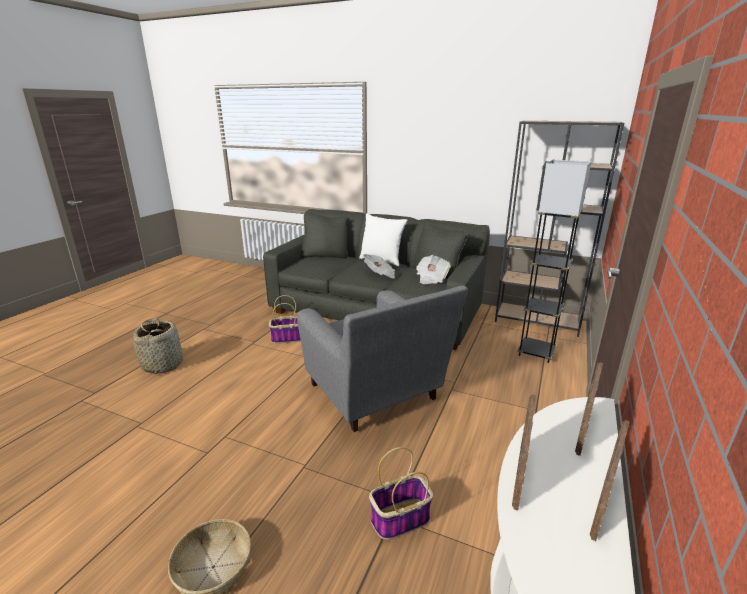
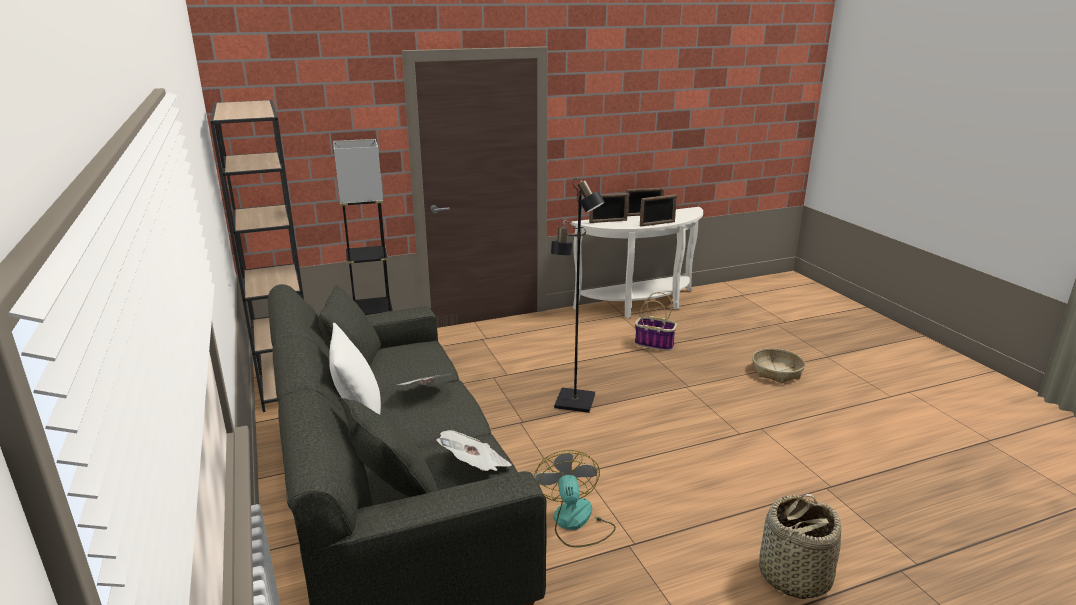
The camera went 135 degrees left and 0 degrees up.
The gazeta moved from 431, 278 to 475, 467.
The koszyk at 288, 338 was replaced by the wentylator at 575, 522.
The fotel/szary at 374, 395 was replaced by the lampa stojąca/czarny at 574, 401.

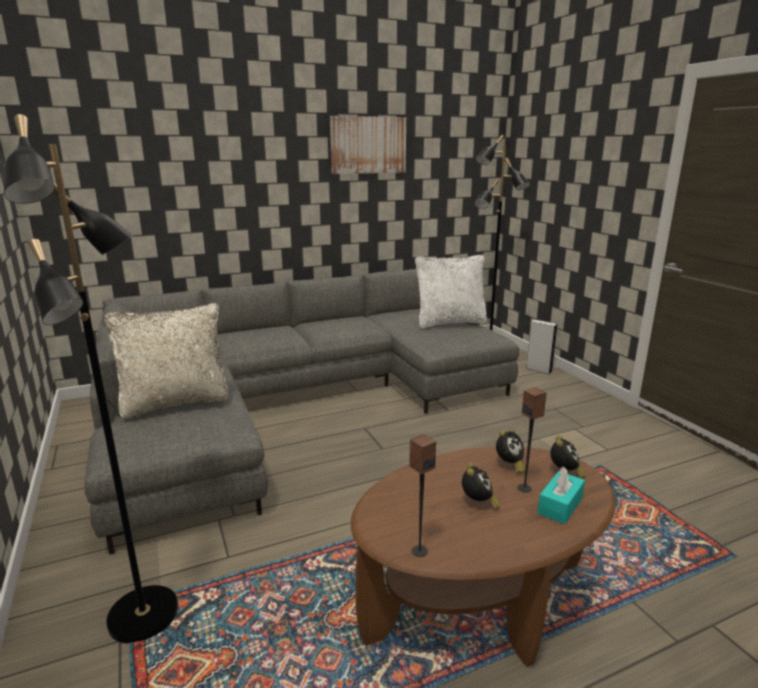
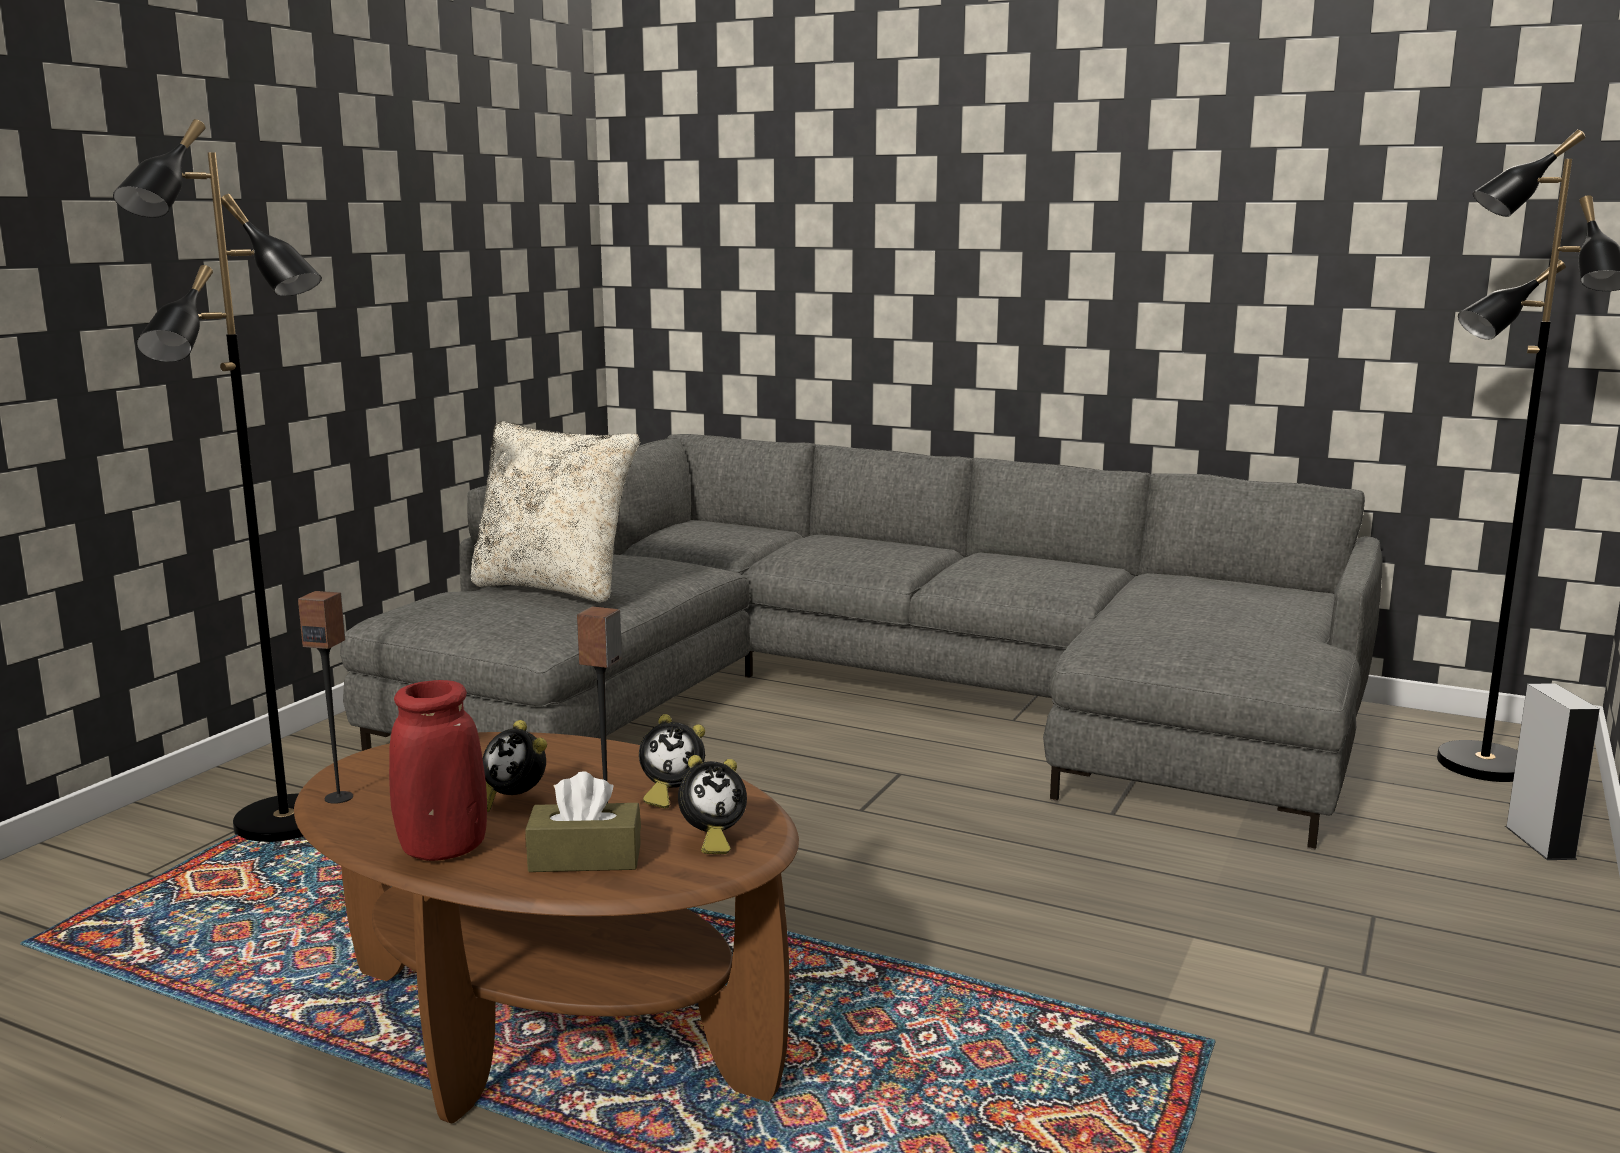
The camera went 50 degrees right and 5 degrees down.
The obraz at 368, 145 disappeared.
The poduszka/biały at 451, 323 disappeared.
The wazon/czerwony at 443, 850 appeared.
The pudełko chusteczek/turkusowy at 560, 506 became the pudełko chusteczek/brązowy at 585, 858.
The budzik at 478, 503 turned 75 degrees clockwise.

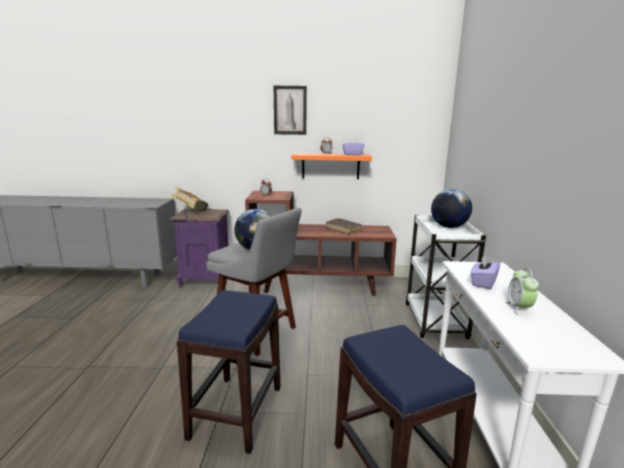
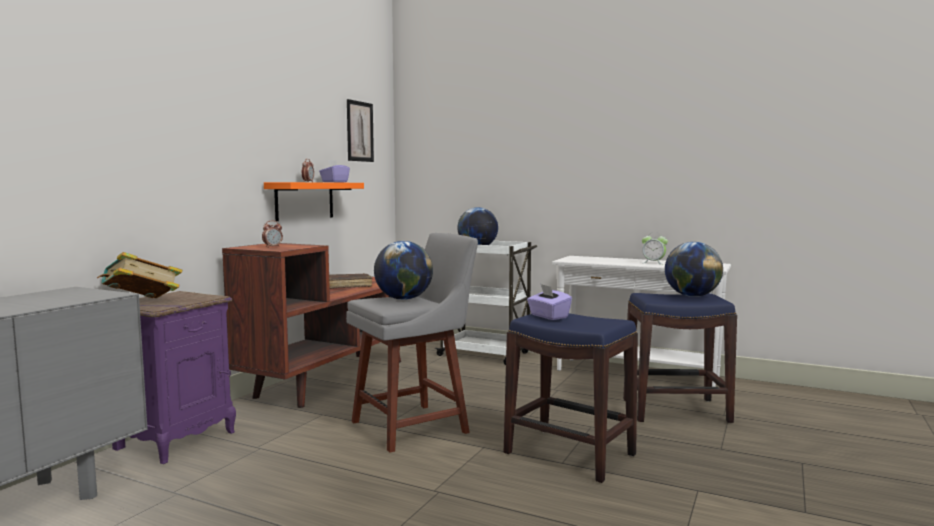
The camera went 65 degrees left and 10 degrees down.
The globus at 692, 296 appeared.
The obraz moved from 290, 110 to 359, 131.
The pudełko chusteczek/fioletowy moved from 483, 282 to 548, 316.

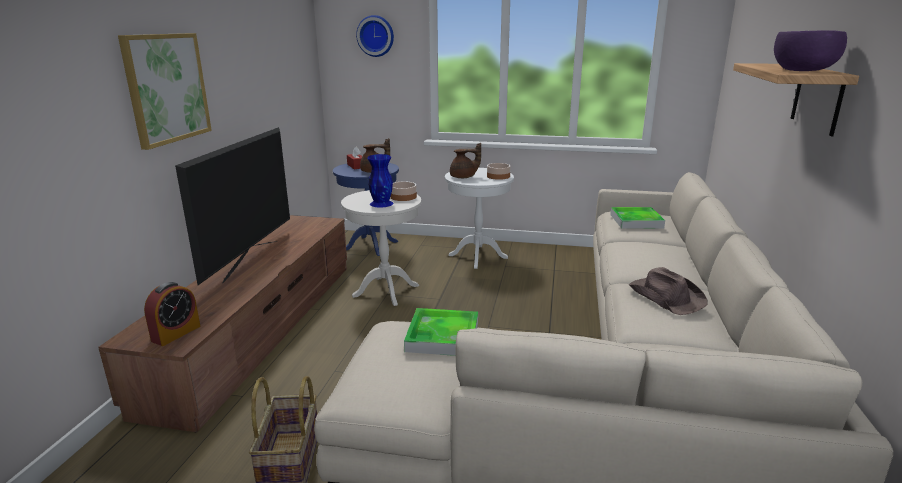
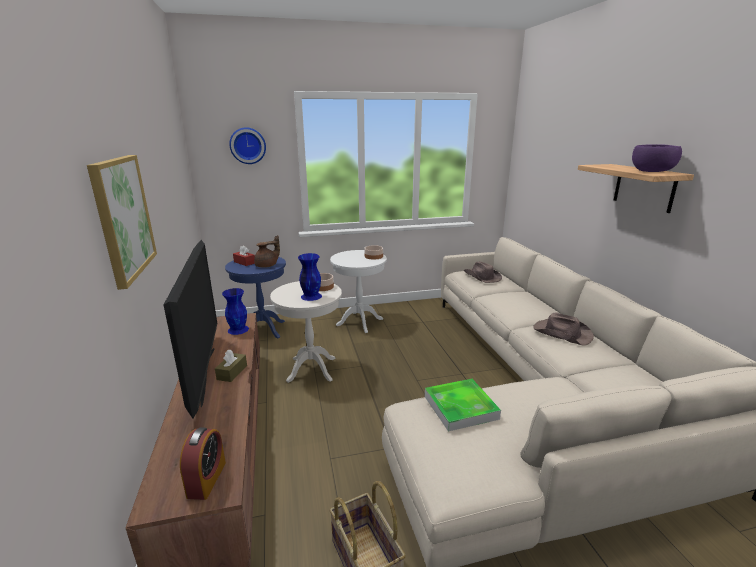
The camera went 25 degrees left and 0 degrees up.
The imbryk/brązowy at 464, 177 disappeared.
The pudełko chusteczek/brązowy at 232, 372 appeared.
The wazon/niebieski at 238, 329 appeared.
The taca at 636, 221 was replaced by the kapelusz/brązowy at 481, 277.

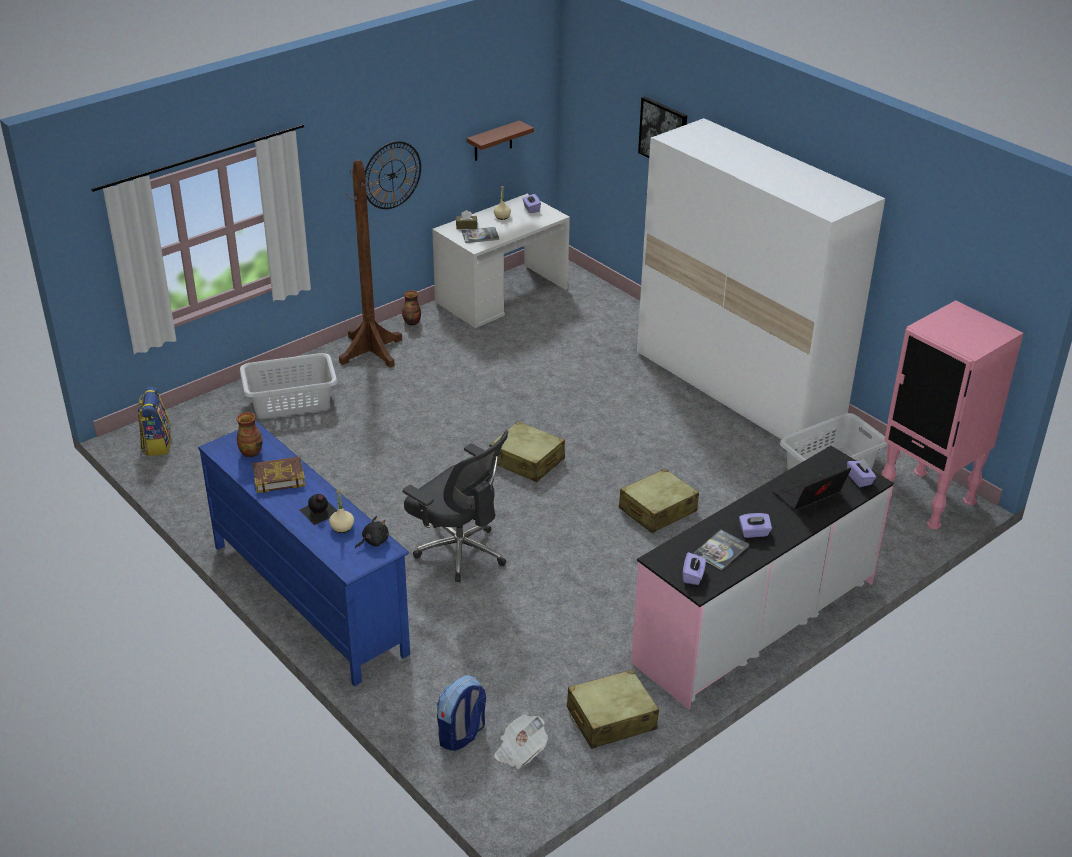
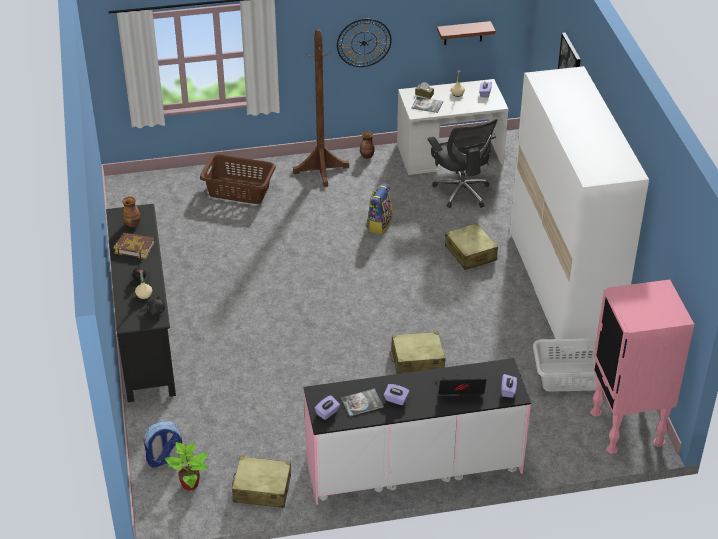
The camera went 30 degrees right and 5 degrees up.
The plecak moved from 157, 444 to 379, 224.
The krzesło biurowe moved from 458, 551 to 461, 191.
The walizka/beżowy moved from 527, 461 to 470, 253.
The gazeta at 520, 751 was replaced by the roślina doniczkowa at 190, 484.
The komoda/niebieski at 309, 598 became the komoda/czarny at 145, 334.
The kosz na pranie/szary at 290, 401 became the kosz na pranie/brązowy at 239, 190.

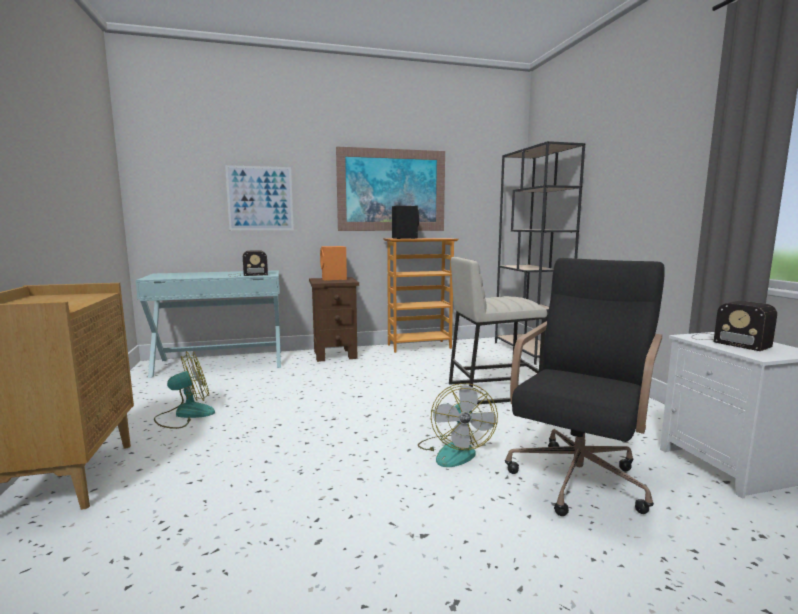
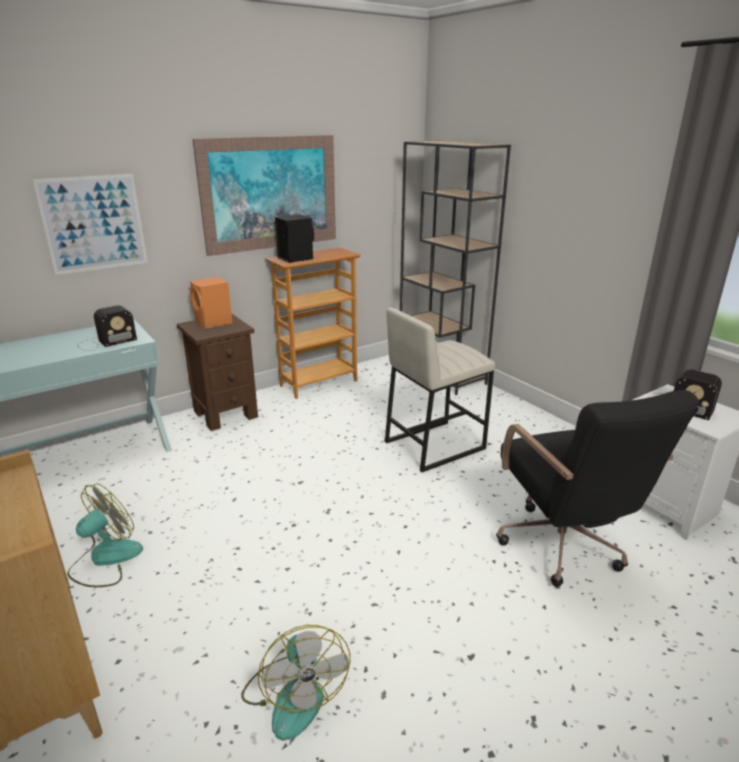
The camera went 20 degrees left and 15 degrees up.
The wentylator moved from 454, 451 to 294, 694.
The krzesło biurowe/czarny at 578, 478 turned 150 degrees clockwise.

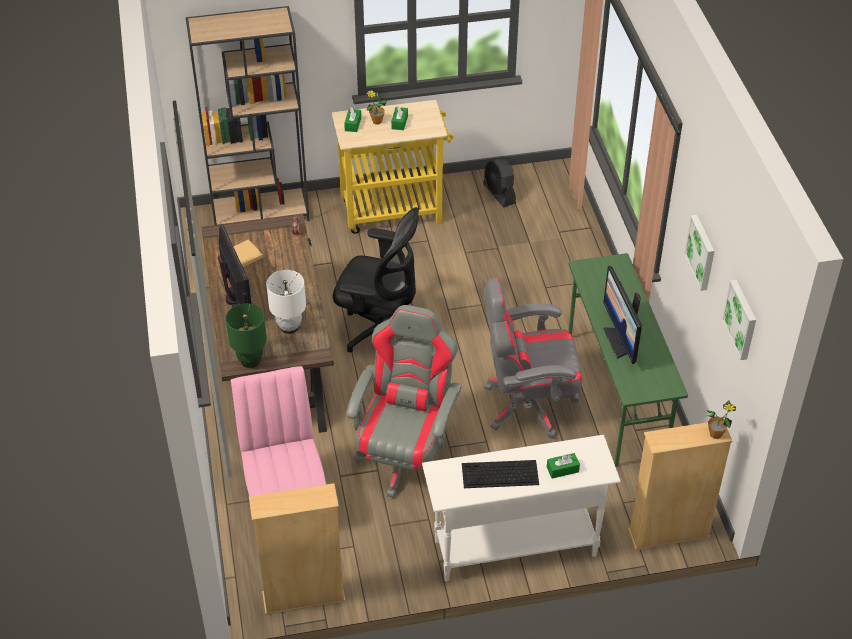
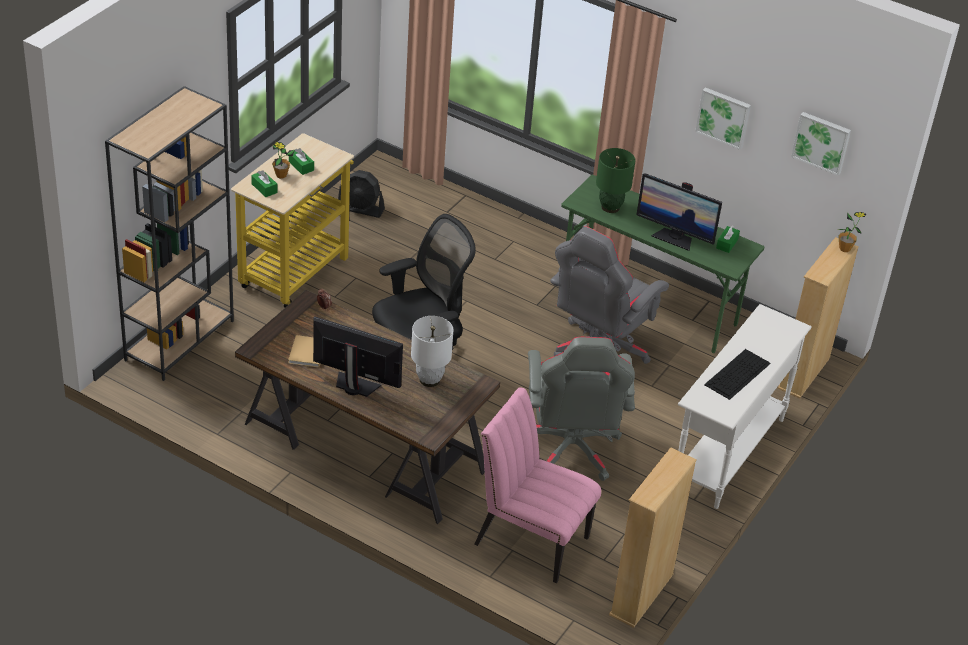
The camera went 50 degrees left and 5 degrees down.
The lampa stołowa/zielony moved from 250, 361 to 610, 207.
The pudełko chusteczek/zielony moved from 562, 469 to 727, 244.
The krzesło biurowe/szary at 405, 458 turned 150 degrees counterclockwise.

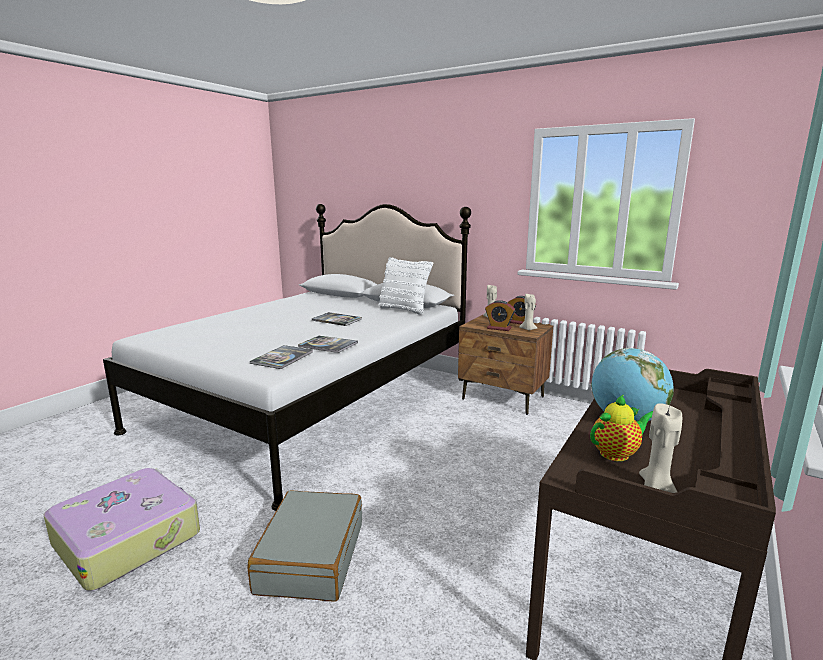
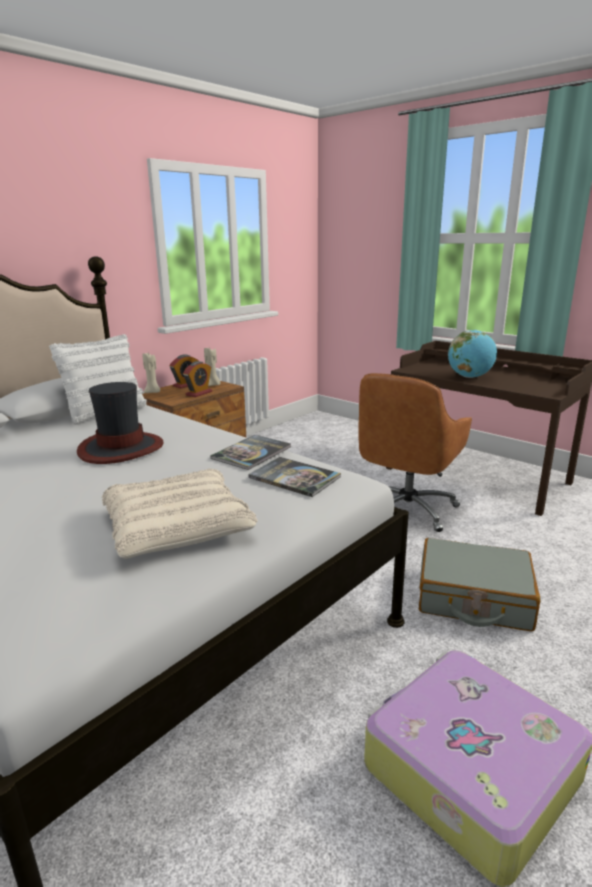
The camera went 80 degrees left and 5 degrees up.
The imbryk at 617, 453 disappeared.
The świeca/beżowy at 655, 487 disappeared.
The poduszka/beżowy at 178, 526 appeared.
The krzesło biurowe/brązowy at 406, 508 appeared.
The książka at 337, 320 was replaced by the kapelusz at 120, 448.

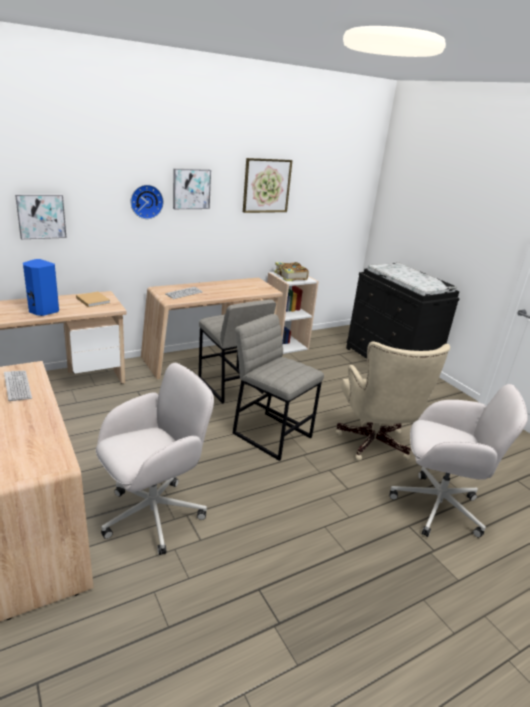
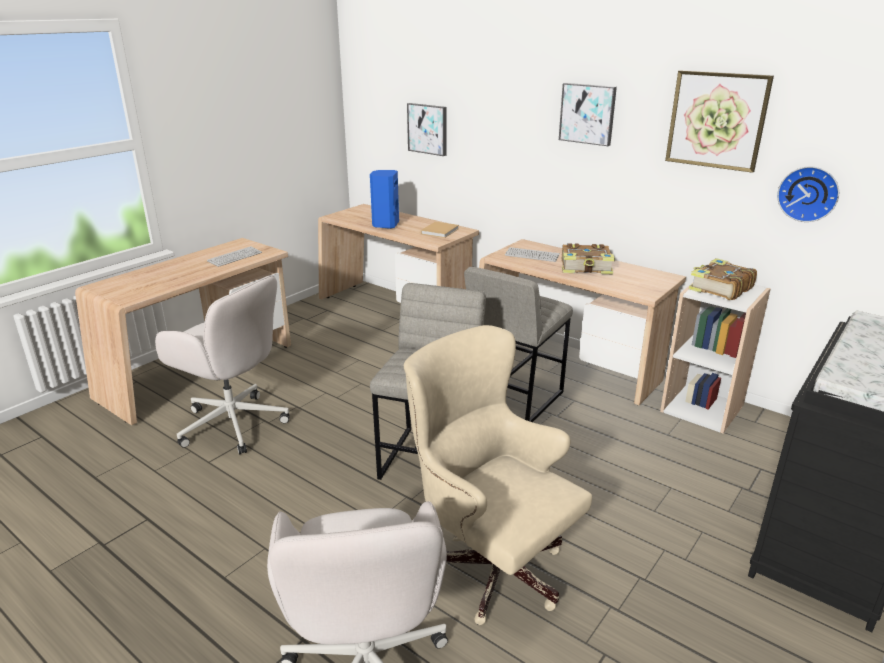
The camera went 70 degrees right and 0 degrees up.
The książka at 586, 267 appeared.
The zegar ścienny moved from 146, 201 to 808, 193.
The krzesło biurowe/beżowy at 374, 445 turned 75 degrees clockwise.

